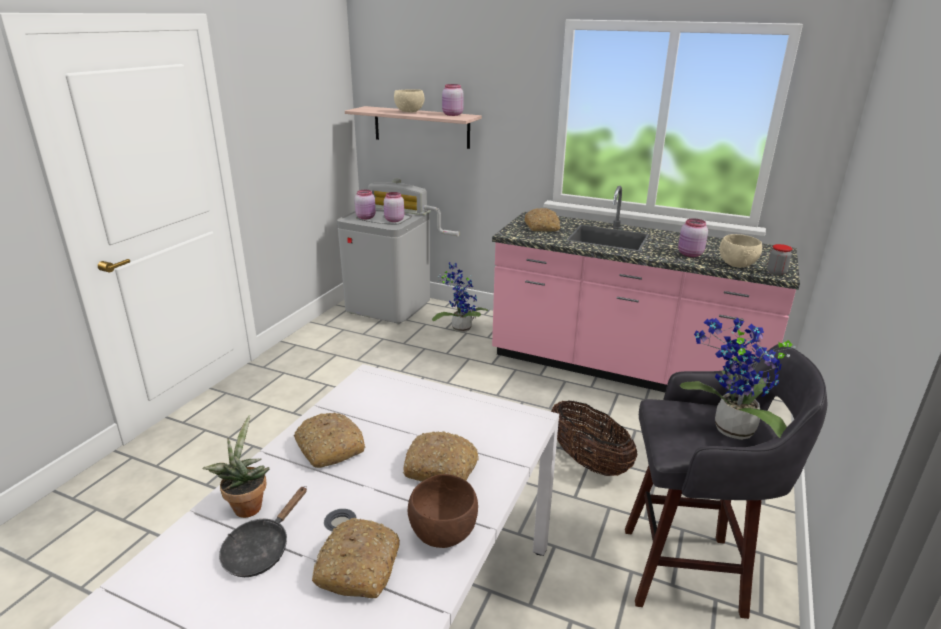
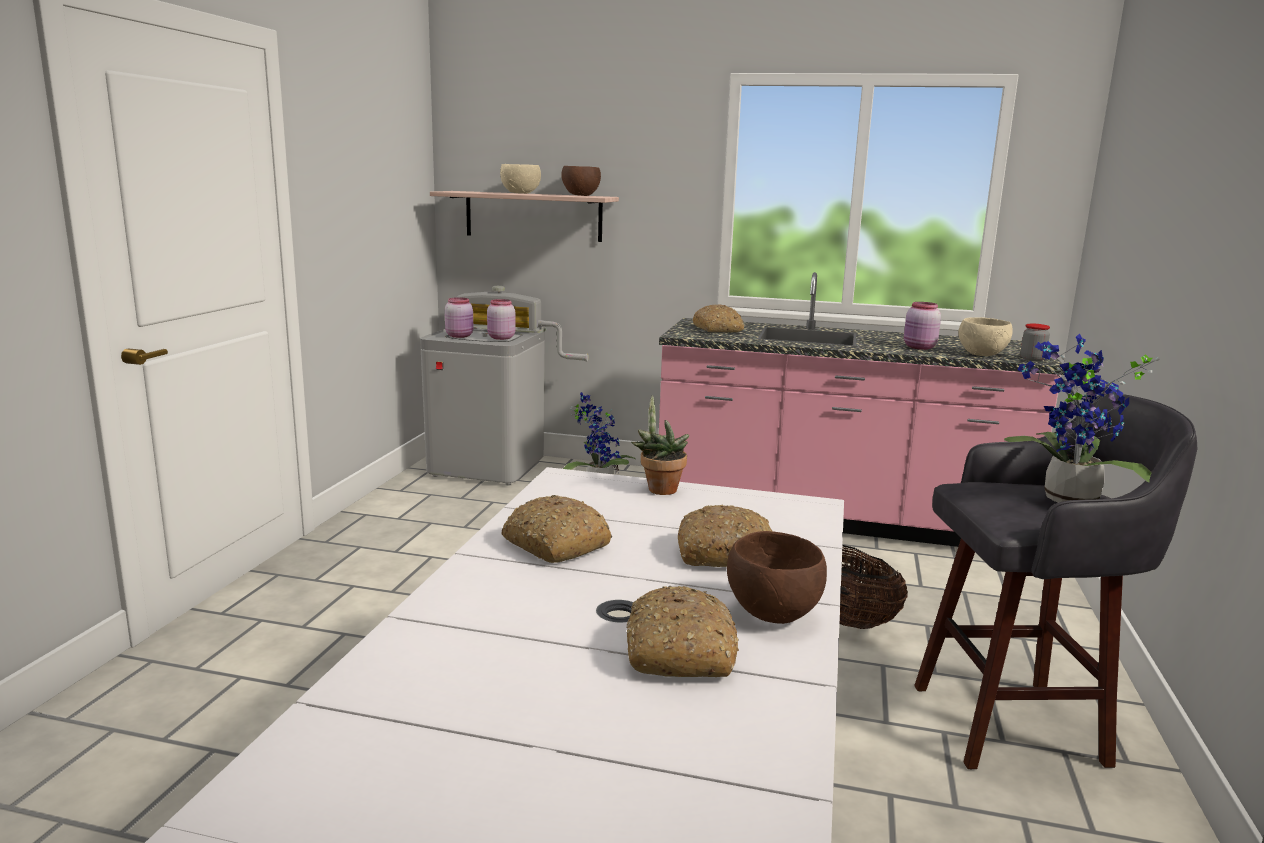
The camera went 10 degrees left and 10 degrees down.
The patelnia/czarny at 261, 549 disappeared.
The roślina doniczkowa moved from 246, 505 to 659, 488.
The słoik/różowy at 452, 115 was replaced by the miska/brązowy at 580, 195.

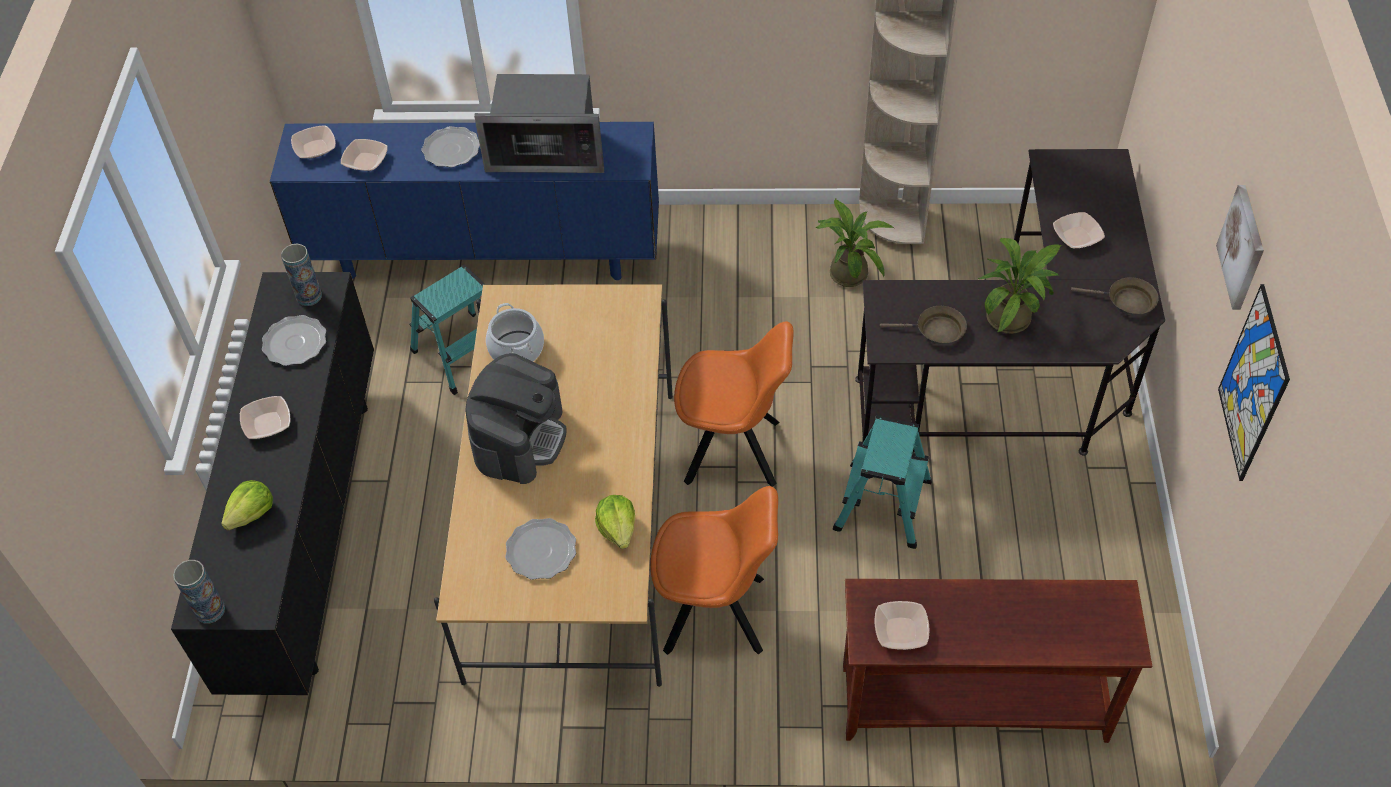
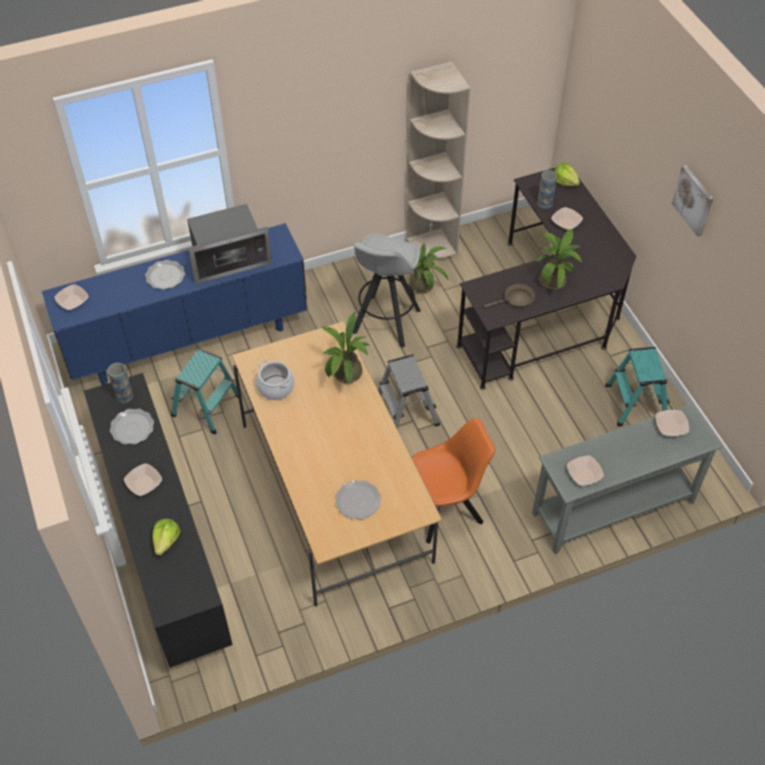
The camera went 25 degrees left and 0 degrees up.
The ekspres do kawy at 519, 438 disappeared.
The patelnia/brązowy at 1126, 301 disappeared.
The obraz at 1253, 384 disappeared.
The roślina doniczkowa at 345, 376 appeared.
The stołek/szary at 385, 323 appeared.
The wazon moved from 210, 610 to 544, 203.
The miska moved from 366, 161 to 670, 427.
The sałata moved from 618, 529 to 565, 181.
The drabinka/turkusowy moved from 882, 505 to 636, 403.
The krzesło/pomarańczowy at 733, 451 was replaced by the drabinka/szary at 406, 412.
The stolik konsolowy/brązowy at 972, 703 became the stolik konsolowy/szary at 612, 508.

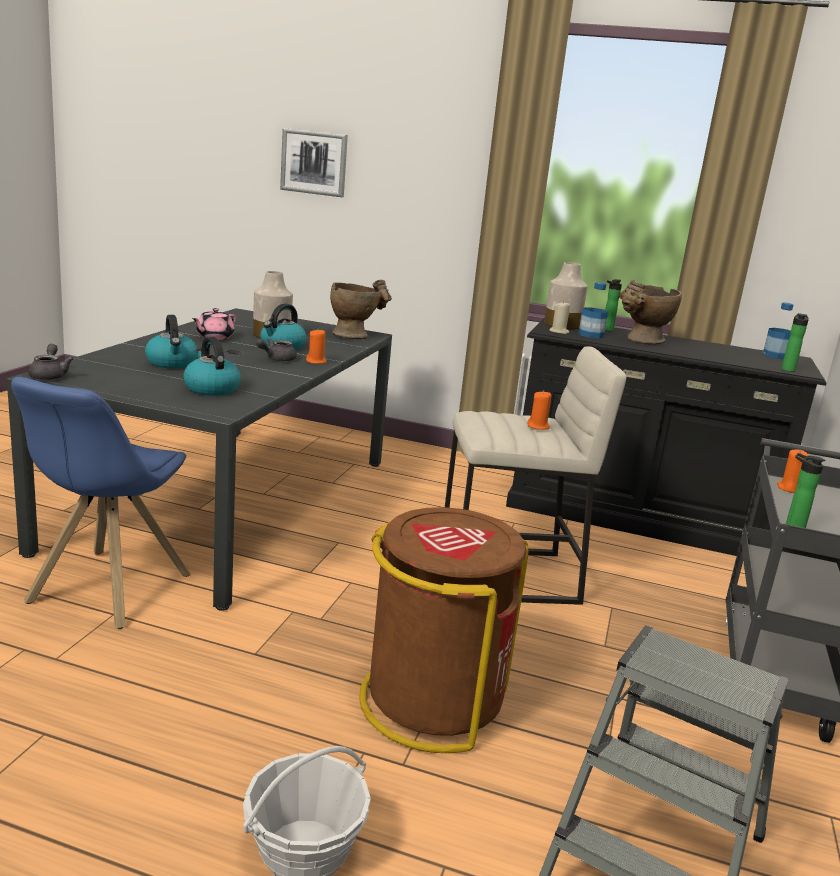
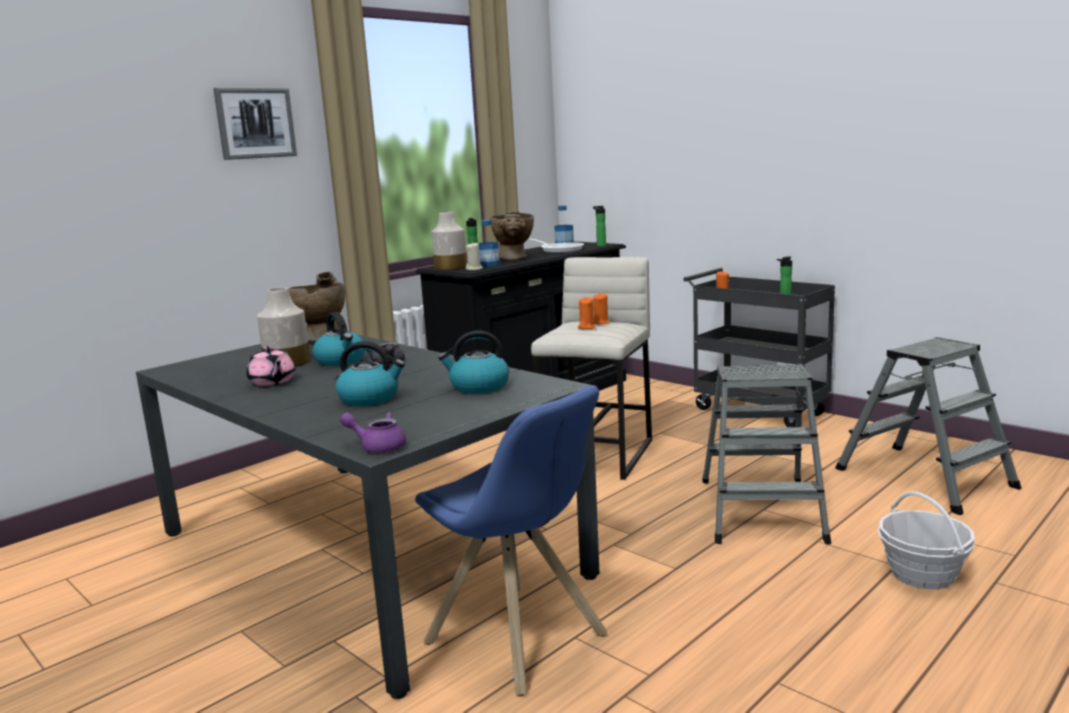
The camera went 60 degrees left and 5 degrees down.
The patelnia at 559, 250 appeared.
The obraz moved from 314, 162 to 255, 123.
The świeca/pomarańczowy moved from 316, 361 to 586, 327.
The kosz na śmieci/brązowy at 432, 701 was replaced by the drabinka/szary at 760, 508.
The imbryk/szary at 49, 375 became the imbryk/fioletowy at 378, 446.

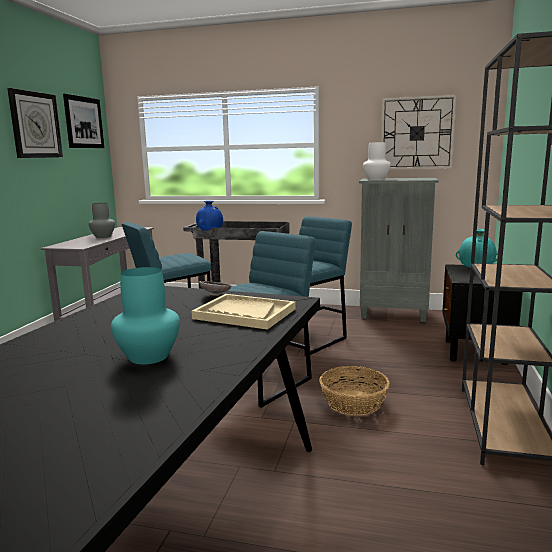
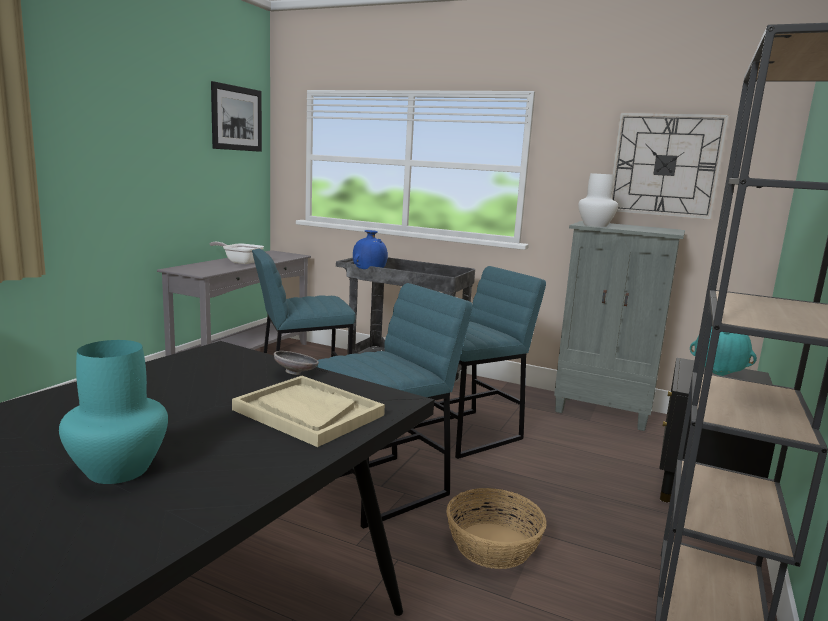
The camera went 10 degrees right and 0 degrees up.
The zegar ścienny at 35, 125 disappeared.
The wazon/szary at 103, 236 was replaced by the patelnia at 240, 262.

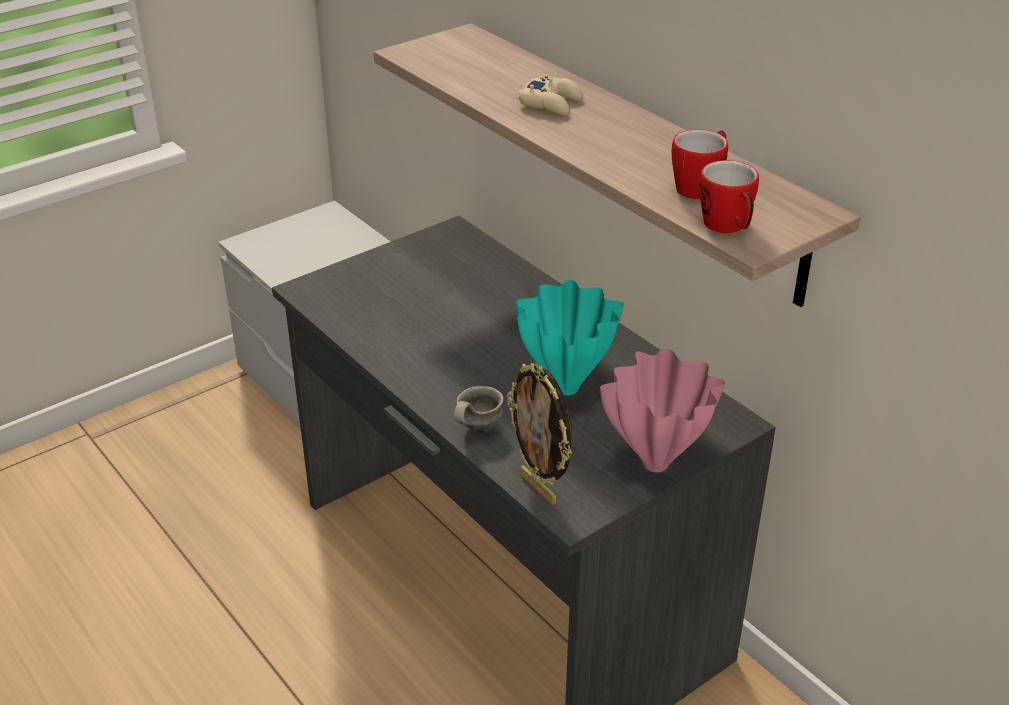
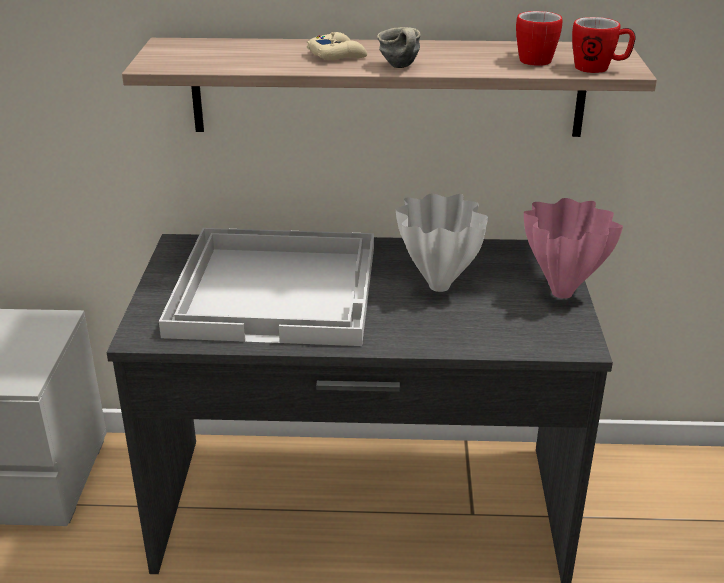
The camera went 50 degrees left and 5 degrees down.
The ramka na zdjęcie at 539, 488 disappeared.
The taca/biały at 278, 288 appeared.
The kubek/szary moved from 475, 428 to 398, 67.
The wazon/turkusowy at 567, 386 became the wazon/biały at 437, 285.

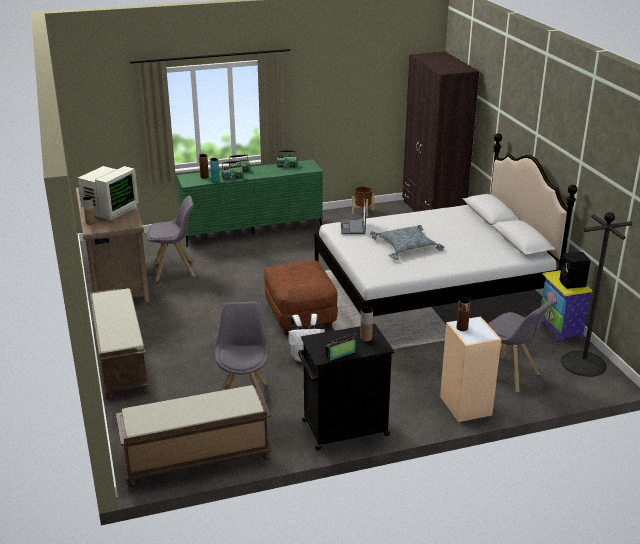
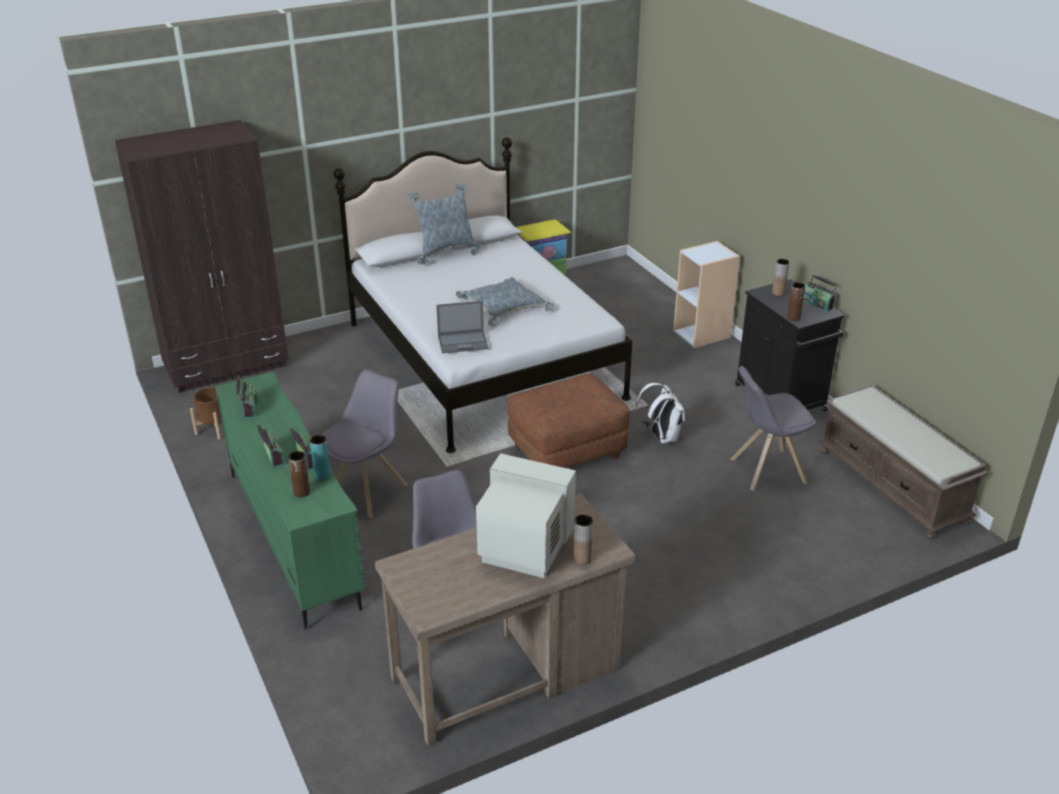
The camera went 100 degrees left and 5 degrees up.
The ławka/brązowy at 120, 361 disappeared.
The głośnik/czarny at 572, 284 disappeared.
The wieszak/czarny at 583, 363 disappeared.
The poduszka at 444, 255 appeared.
The wazon/brązowy moved from 462, 328 to 793, 318.
The krzesło/szary moved from 509, 374 to 367, 491.

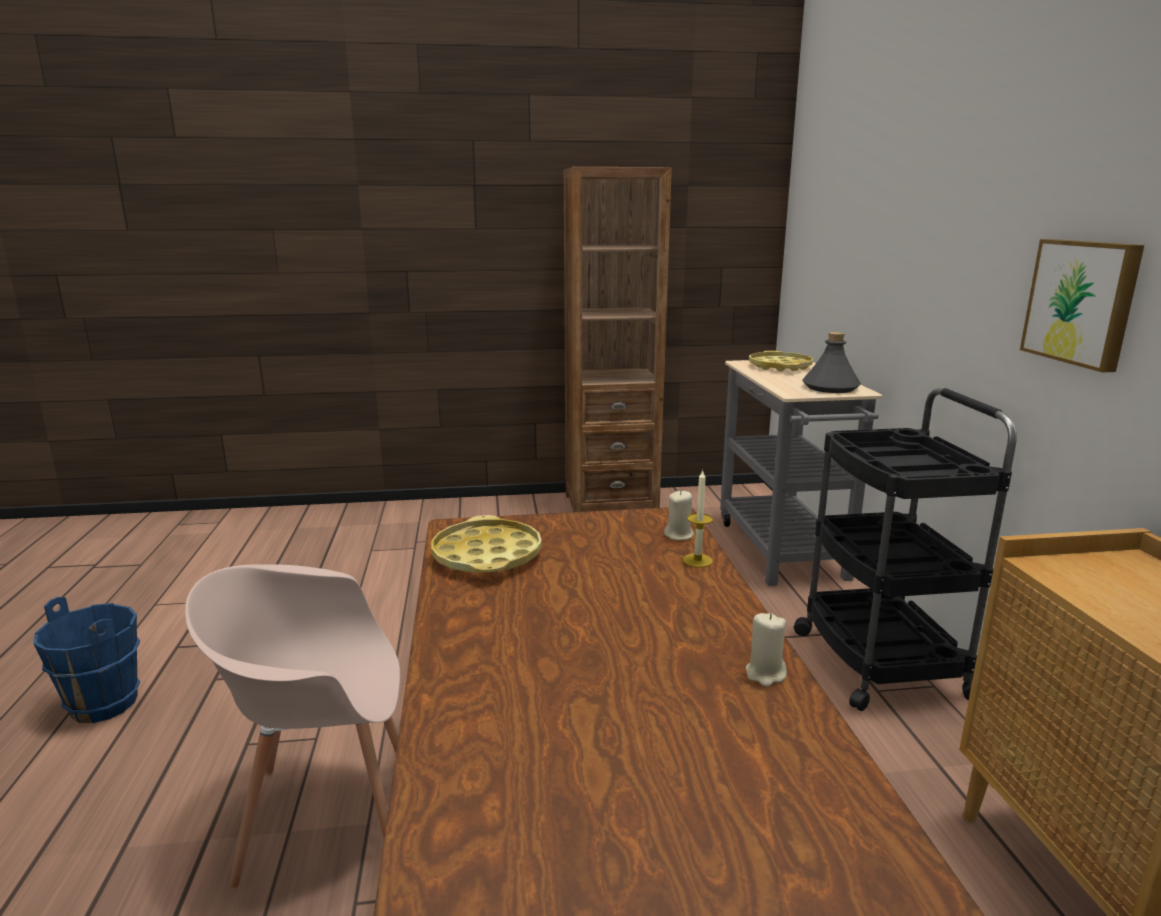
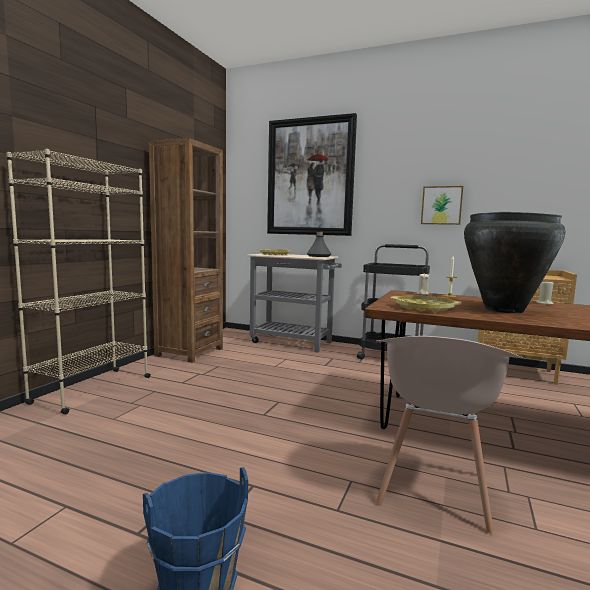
The camera went 60 degrees left and 10 degrees down.
The regał/beżowy at 92, 390 appeared.
The obraz at 310, 177 appeared.
The wazon/czarny at 504, 310 appeared.

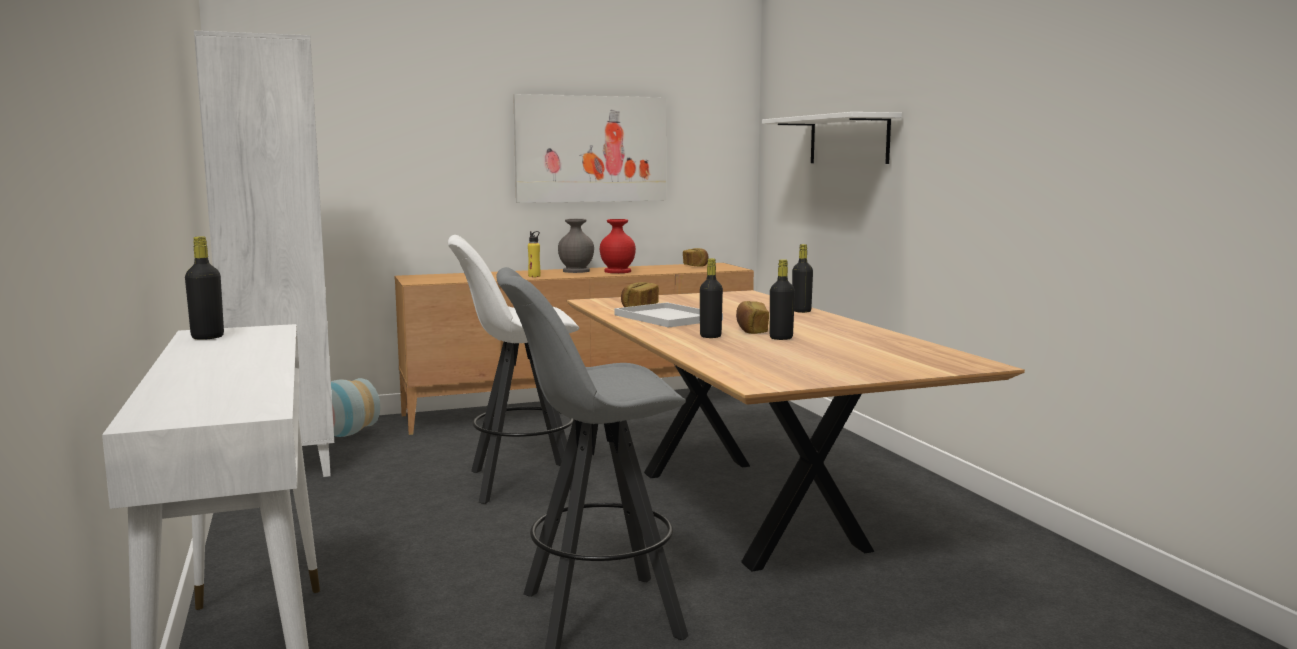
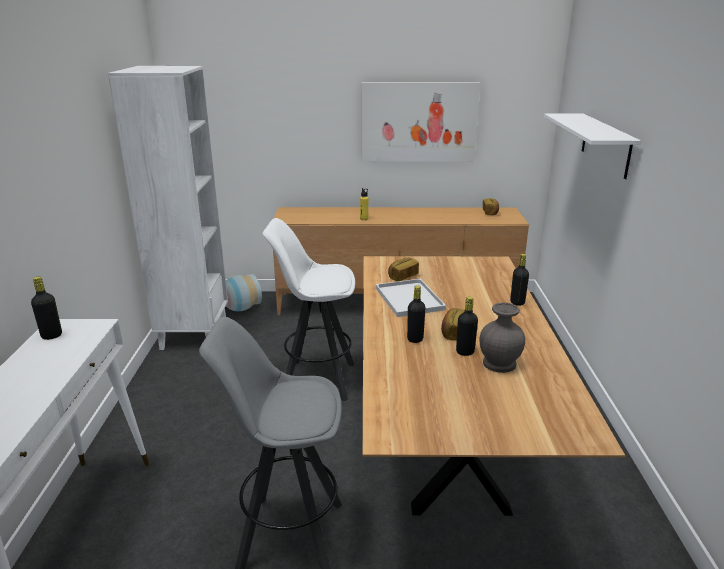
The camera went 20 degrees right and 15 degrees up.
The wazon/czerwony at 617, 271 disappeared.
The wazon/szary moved from 575, 271 to 498, 363.

